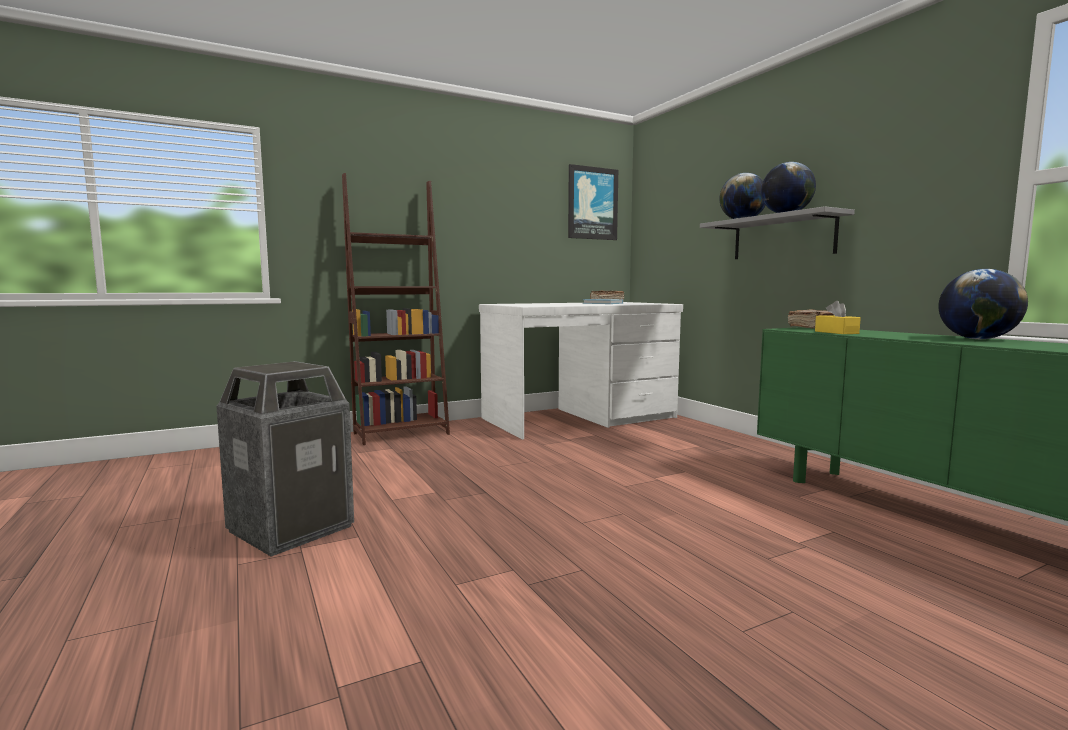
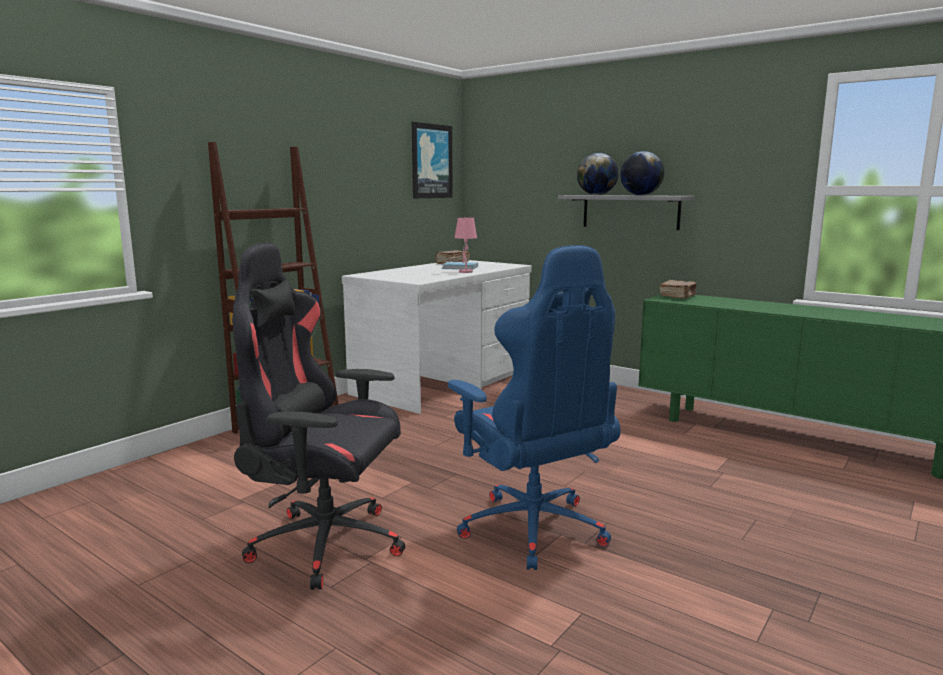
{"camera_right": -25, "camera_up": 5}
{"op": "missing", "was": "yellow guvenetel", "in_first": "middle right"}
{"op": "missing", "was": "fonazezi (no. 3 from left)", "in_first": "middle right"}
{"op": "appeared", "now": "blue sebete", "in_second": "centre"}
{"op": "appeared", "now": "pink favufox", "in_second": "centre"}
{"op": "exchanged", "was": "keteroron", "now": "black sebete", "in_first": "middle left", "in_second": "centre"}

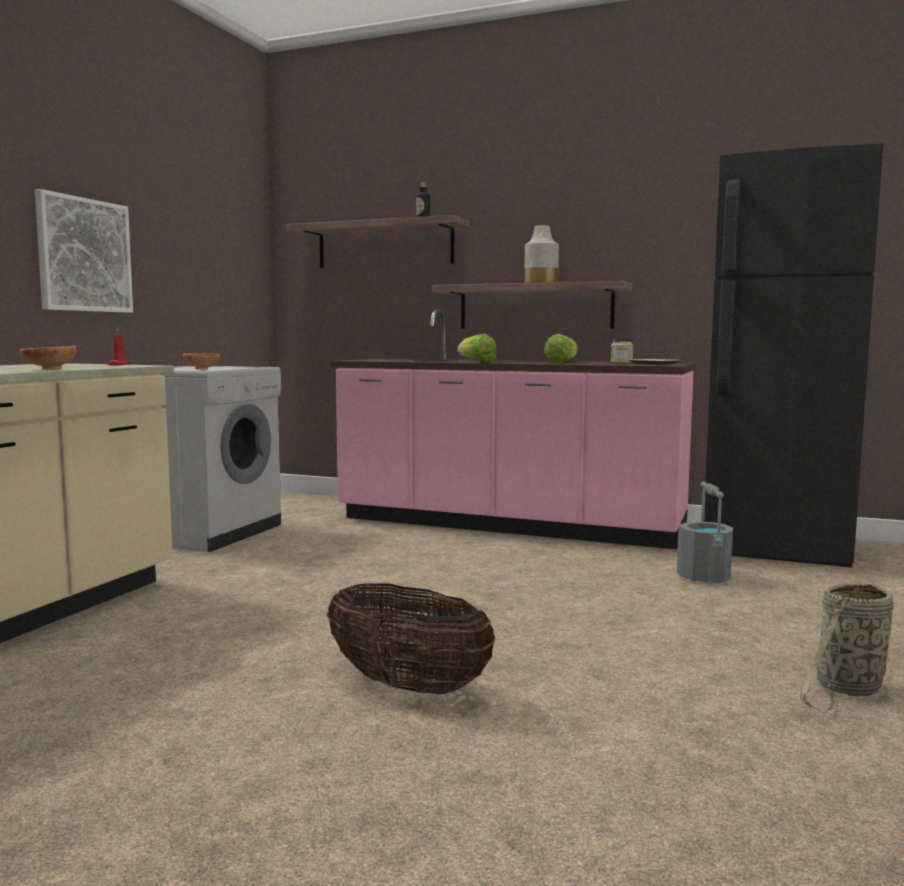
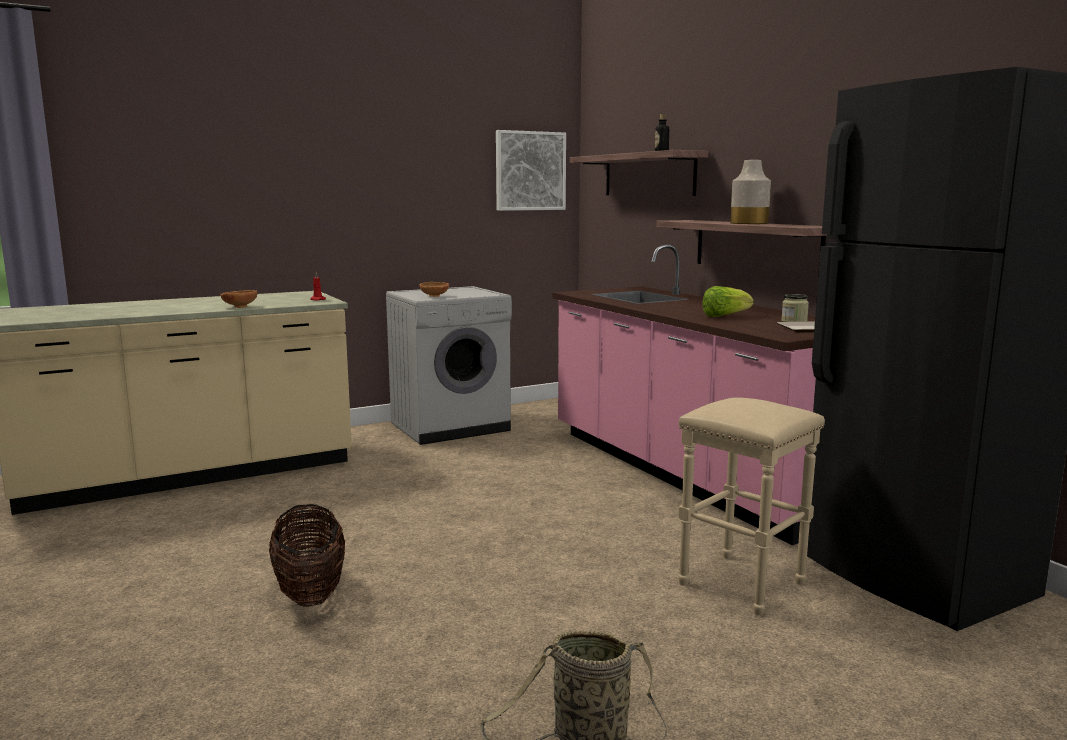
{"camera_right": 40, "camera_up": 5}
{"op": "missing", "was": "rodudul (no. 1 from left)", "in_first": "centre"}
{"op": "relocated", "was": "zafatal", "in_first": "top left", "in_second": "top centre"}
{"op": "exchanged", "was": "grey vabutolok", "now": "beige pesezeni", "in_first": "middle right", "in_second": "bottom right"}

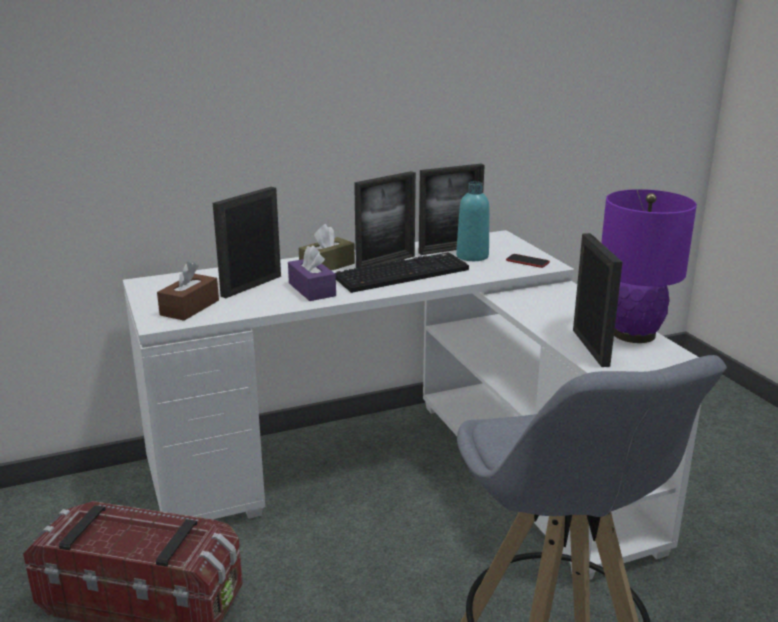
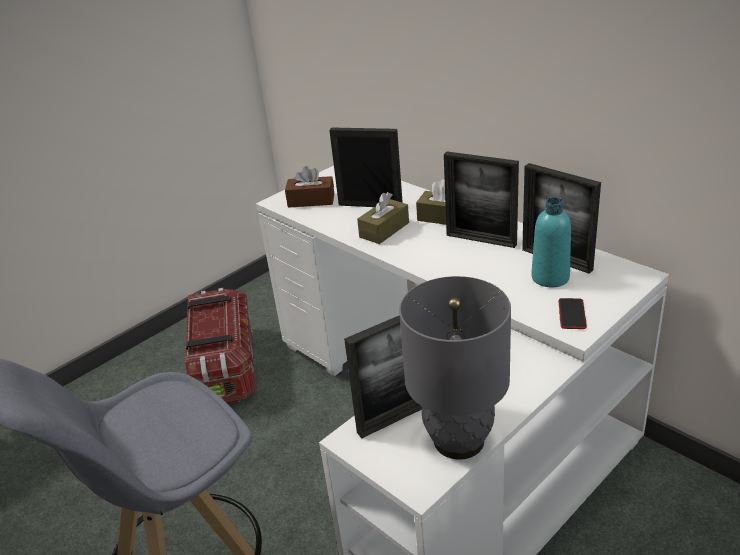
{"camera_right": 70, "camera_up": 10}
{"op": "missing", "was": "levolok", "in_first": "centre"}
{"op": "colour", "was": "purple guvenetel", "now": "brown guvenetel (no. 2 from left)", "in_first": "centre", "in_second": "centre"}
{"op": "colour", "was": "purple favufox", "now": "grey favufox", "in_first": "middle right", "in_second": "centre"}

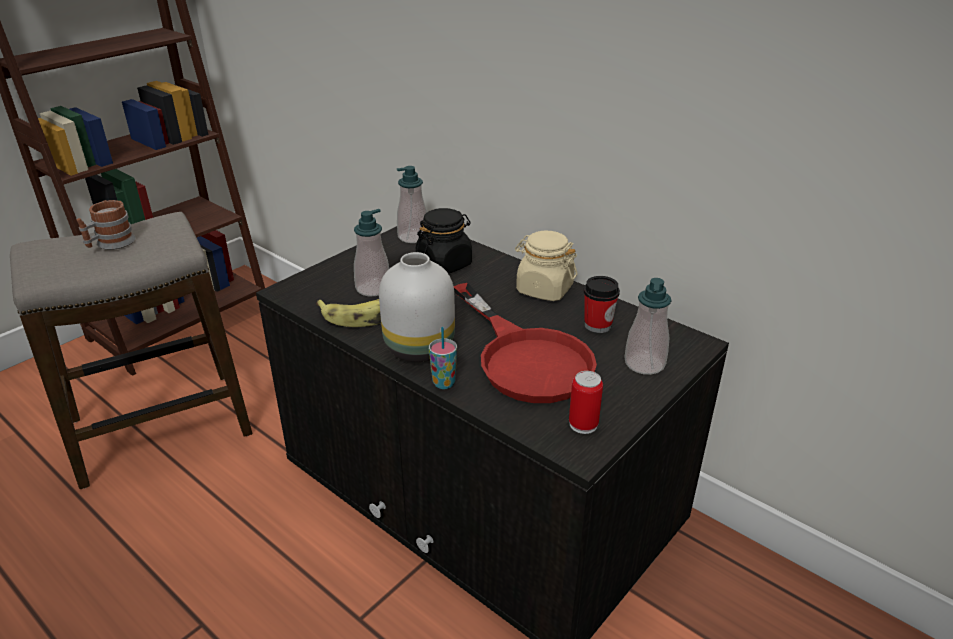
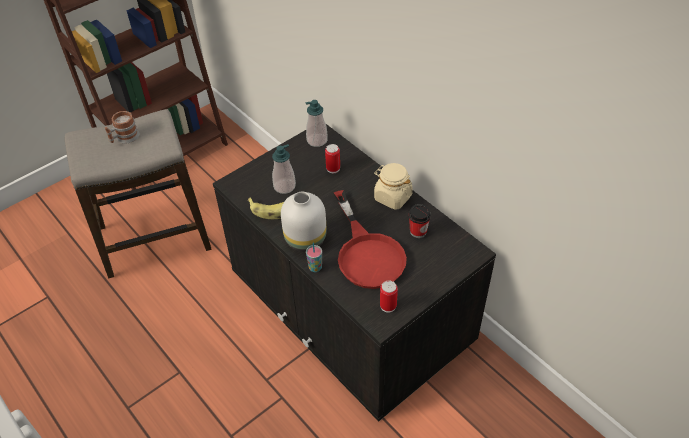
{"camera_right": 10, "camera_up": 15}
{"op": "missing", "was": "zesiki (no. 3 from left)", "in_first": "middle right"}
{"op": "exchanged", "was": "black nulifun", "now": "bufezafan (no. 1 from left)", "in_first": "centre", "in_second": "centre"}

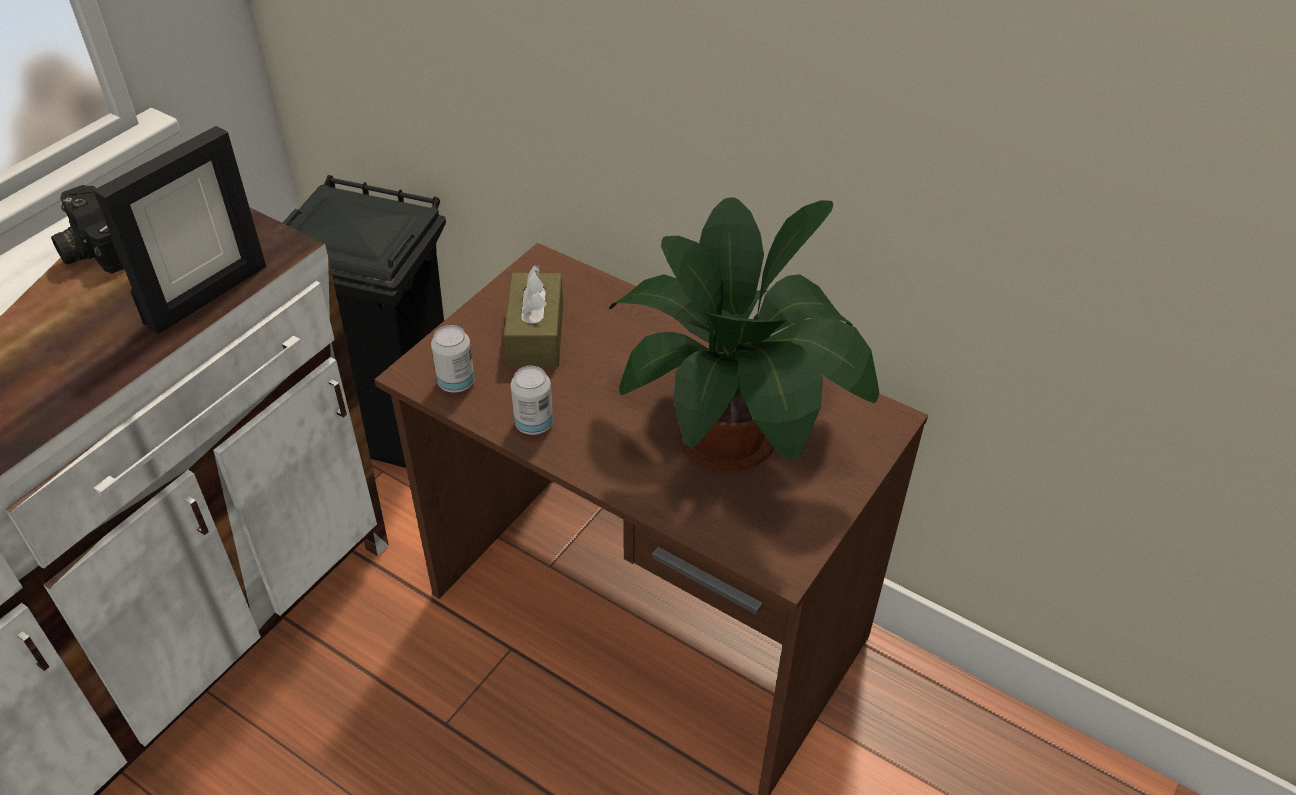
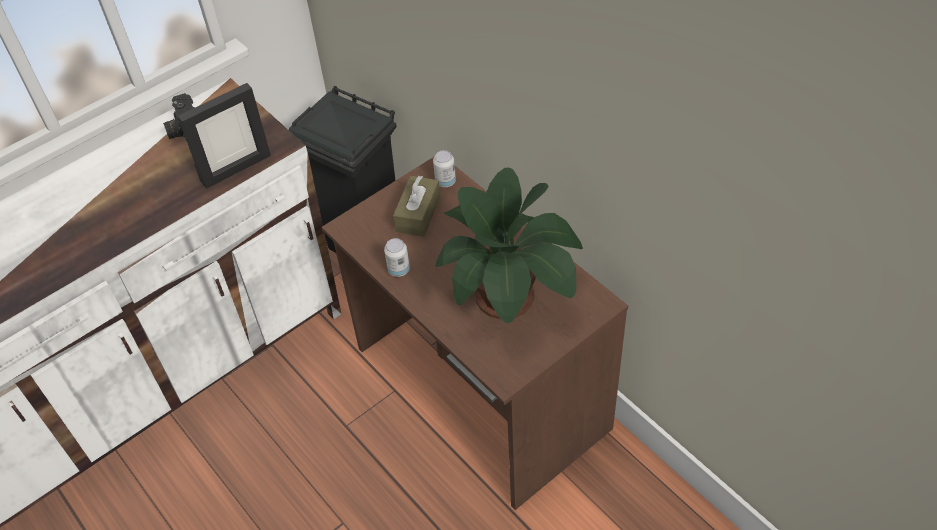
{"camera_right": 20, "camera_up": 5}
{"op": "relocated", "was": "bufezafan (no. 1 from left in the first image)", "now": "bufezafan (no. 2 from left)", "in_first": "centre", "in_second": "top centre"}

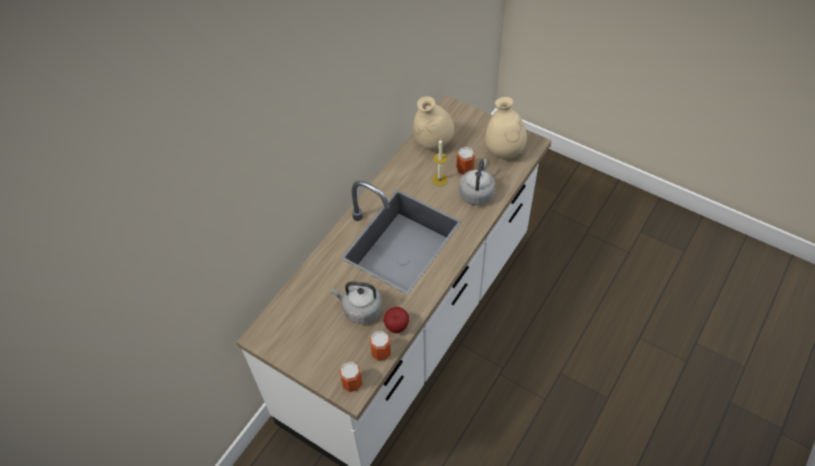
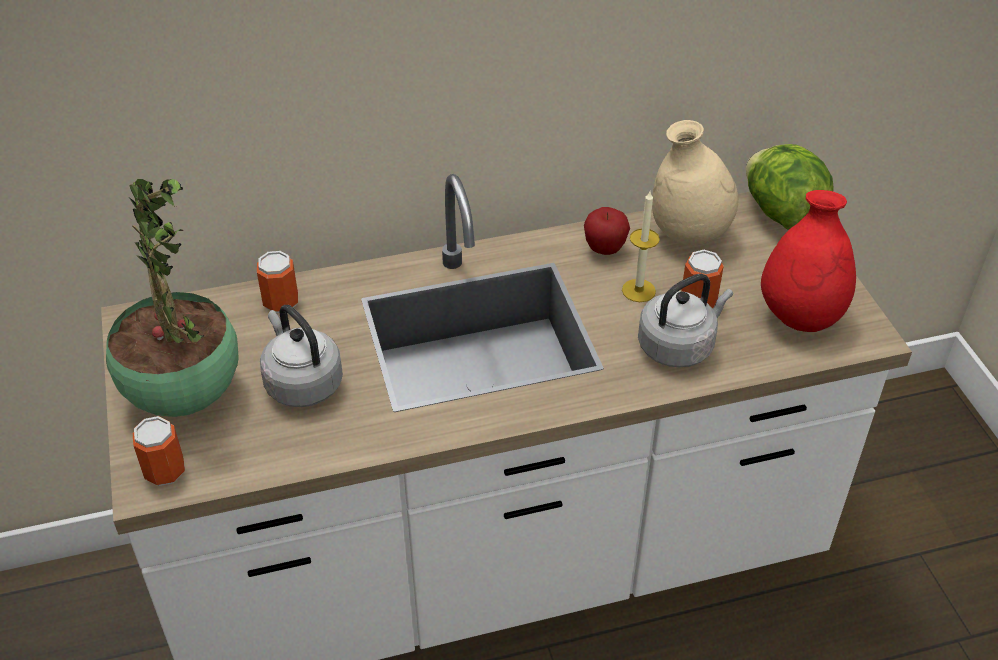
{"camera_right": 40, "camera_up": -10}
{"op": "appeared", "now": "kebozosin", "in_second": "middle left"}
{"op": "appeared", "now": "rodudul", "in_second": "top right"}
{"op": "relocated", "was": "bufezafan (no. 2 from left)", "in_first": "bottom centre", "in_second": "middle left"}
{"op": "relocated", "was": "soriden", "in_first": "bottom centre", "in_second": "centre"}
{"op": "colour", "was": "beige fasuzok (no. 2 from left)", "now": "red fasuzok", "in_first": "top centre", "in_second": "middle right"}

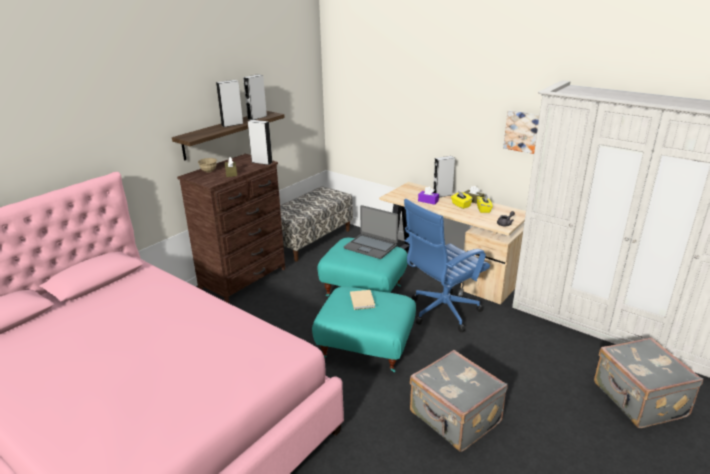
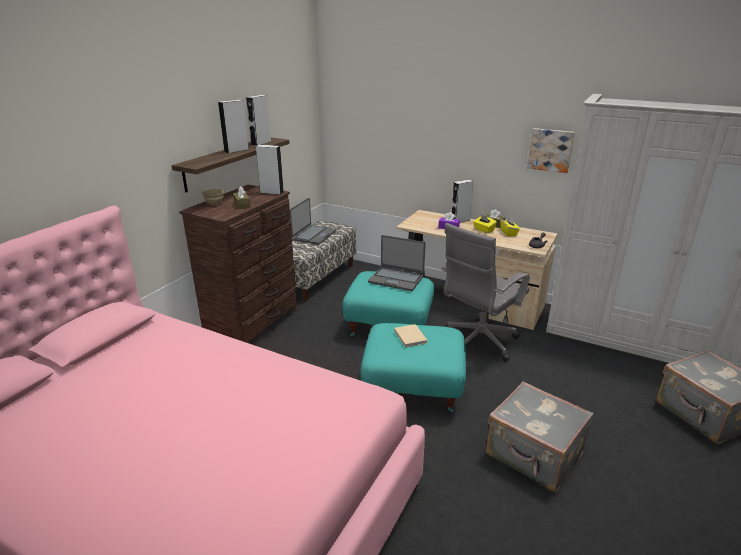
{"camera_right": -10, "camera_up": 0}
{"op": "appeared", "now": "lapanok (no. 1 from left)", "in_second": "centre"}
{"op": "colour", "was": "blue sebete", "now": "grey sebete", "in_first": "centre", "in_second": "centre"}

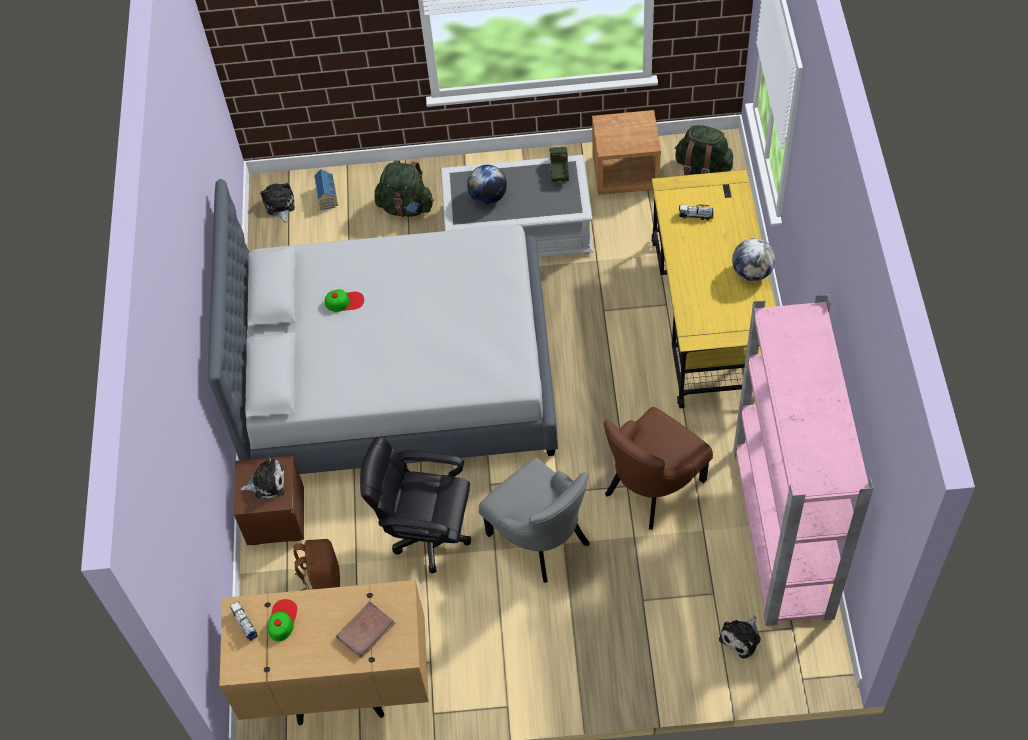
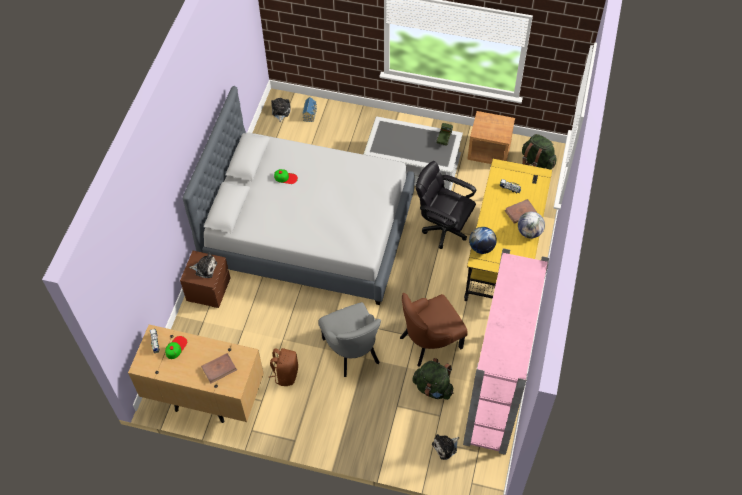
{"camera_right": 15, "camera_up": 0}
{"op": "appeared", "now": "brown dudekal (no. 2 from left)", "in_second": "middle right"}
{"op": "relocated", "was": "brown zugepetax", "in_first": "bottom left", "in_second": "bottom centre"}
{"op": "relocated", "was": "black sebete", "in_first": "bottom centre", "in_second": "centre"}
{"op": "relocated", "was": "green zugepetax (no. 1 from left)", "in_first": "top centre", "in_second": "bottom centre"}
{"op": "relocated", "was": "fonazezi (no. 1 from left)", "in_first": "top centre", "in_second": "centre"}

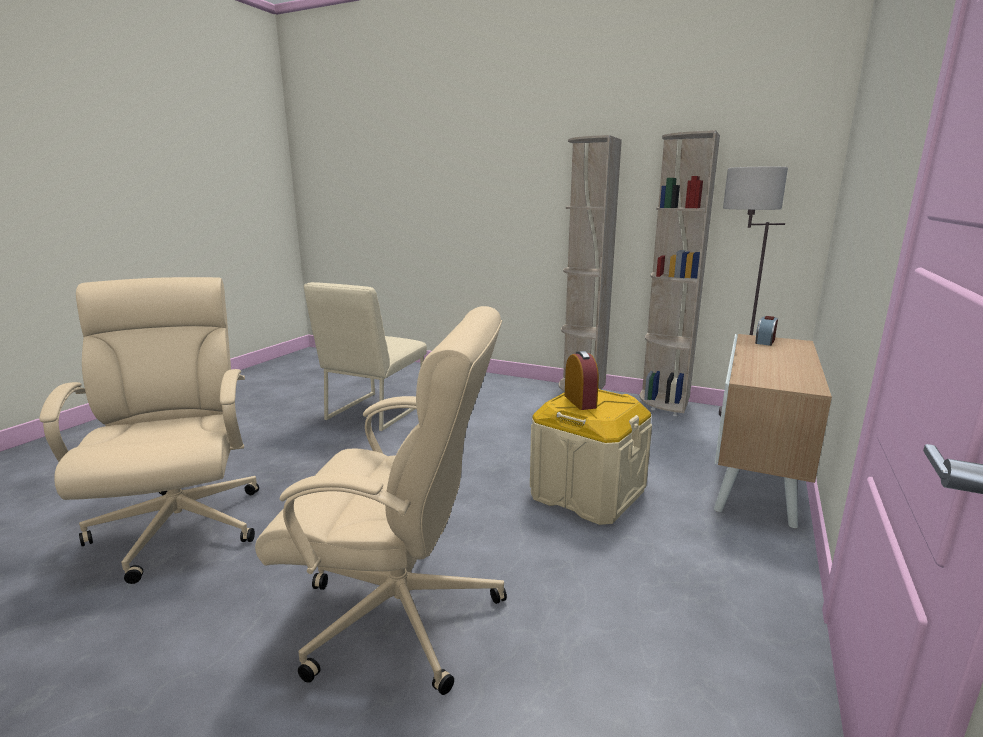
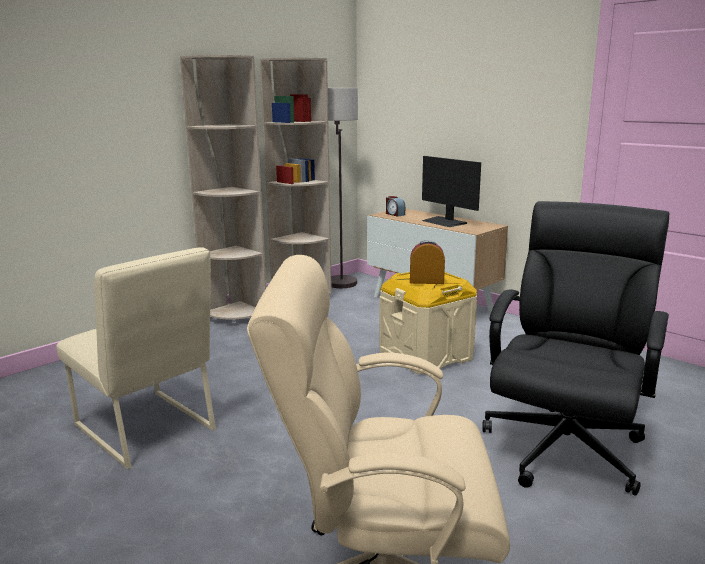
{"camera_right": -70, "camera_up": 0}
{"op": "appeared", "now": "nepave", "in_second": "centre"}
{"op": "colour", "was": "beige sebete (no. 2 from left)", "now": "black sebete", "in_first": "bottom centre", "in_second": "middle right"}

